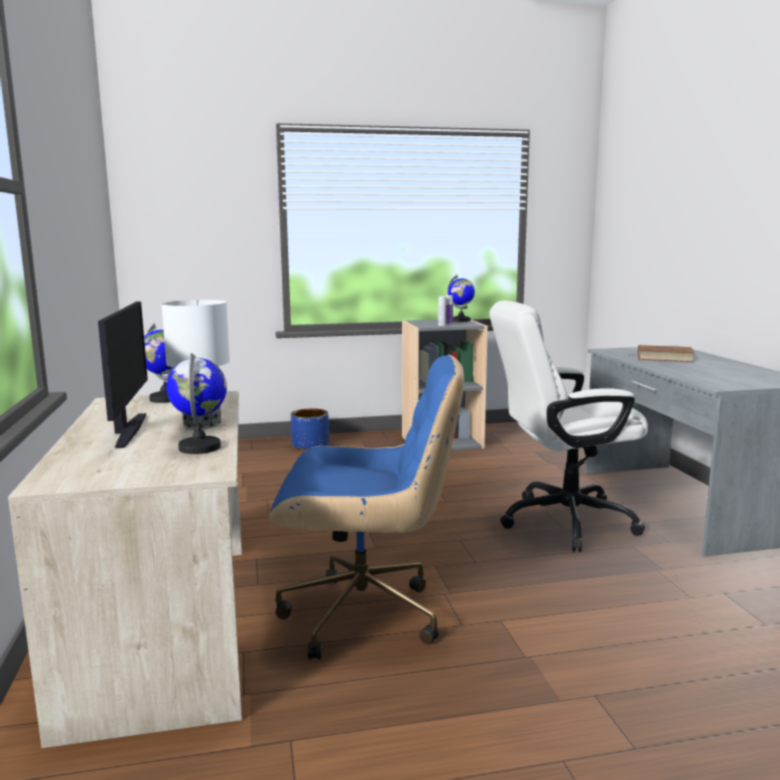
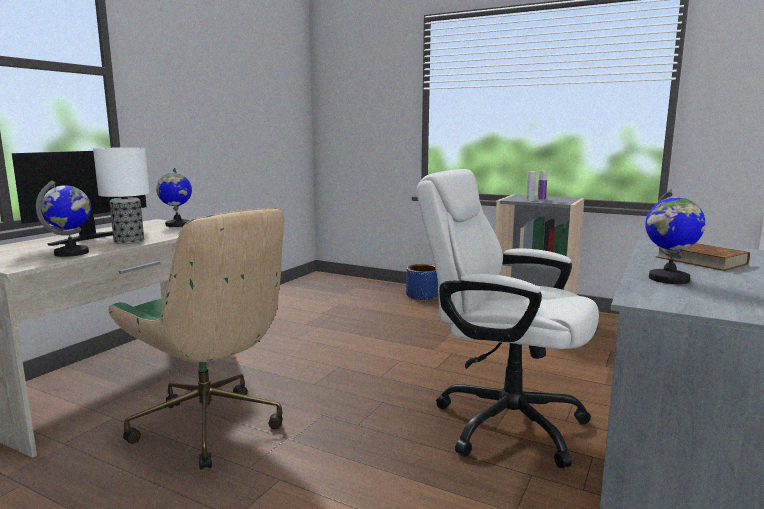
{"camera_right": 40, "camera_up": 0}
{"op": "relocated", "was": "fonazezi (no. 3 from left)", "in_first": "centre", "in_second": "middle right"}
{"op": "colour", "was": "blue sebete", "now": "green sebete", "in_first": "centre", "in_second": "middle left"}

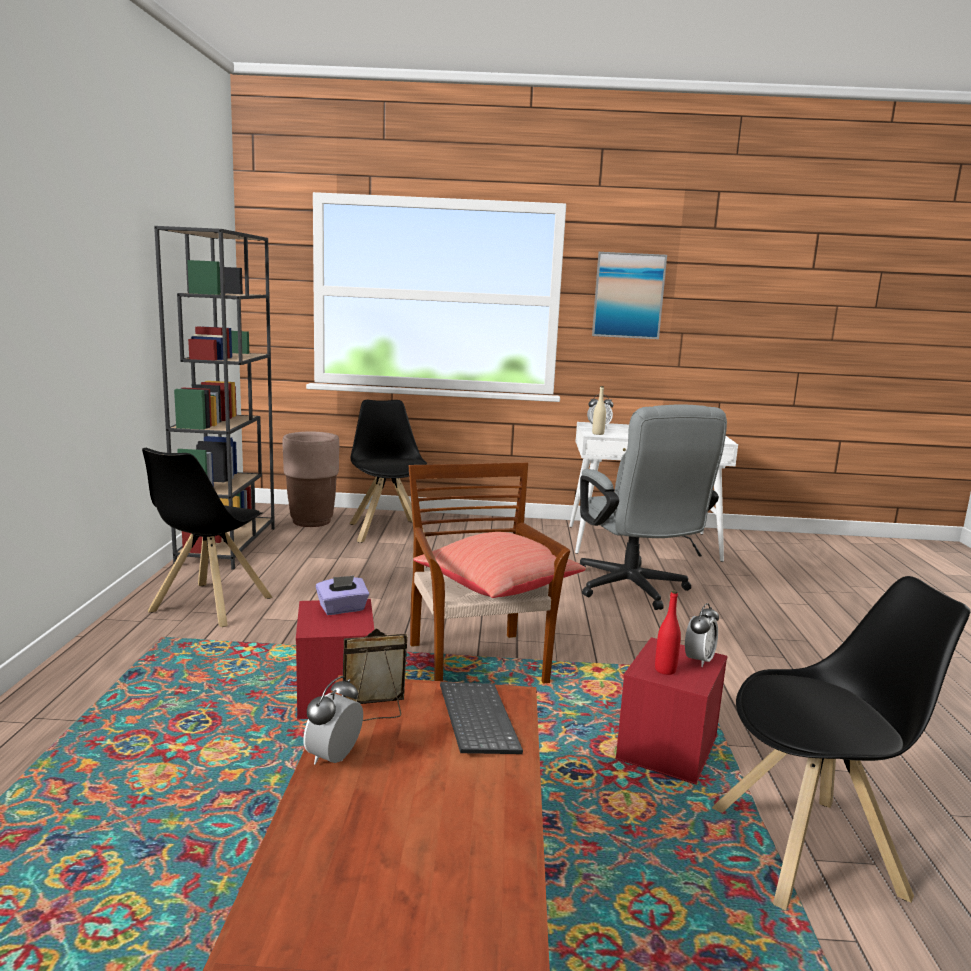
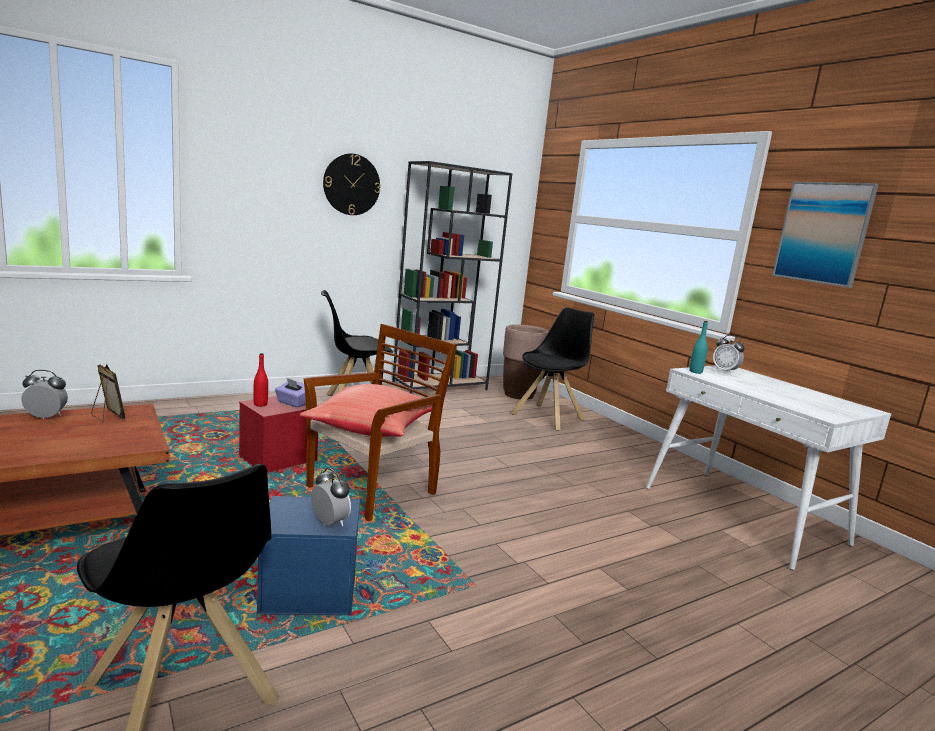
{"camera_right": 55, "camera_up": 0}
{"op": "missing", "was": "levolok", "in_first": "bottom centre"}
{"op": "missing", "was": "grey sebete", "in_first": "middle right"}
{"op": "appeared", "now": "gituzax", "in_second": "top centre"}
{"op": "relocated", "was": "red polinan", "in_first": "middle right", "in_second": "middle left"}
{"op": "colour", "was": "beige polinan", "now": "turquoise polinan", "in_first": "centre", "in_second": "middle right"}
{"op": "colour", "was": "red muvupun (no. 2 from left)", "now": "blue muvupun", "in_first": "bottom right", "in_second": "bottom left"}
{"op": "spun", "was": "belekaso (no. 3 from left in the first image)", "in_first": "middle right", "in_second": "bottom centre", "clockwise": -135}

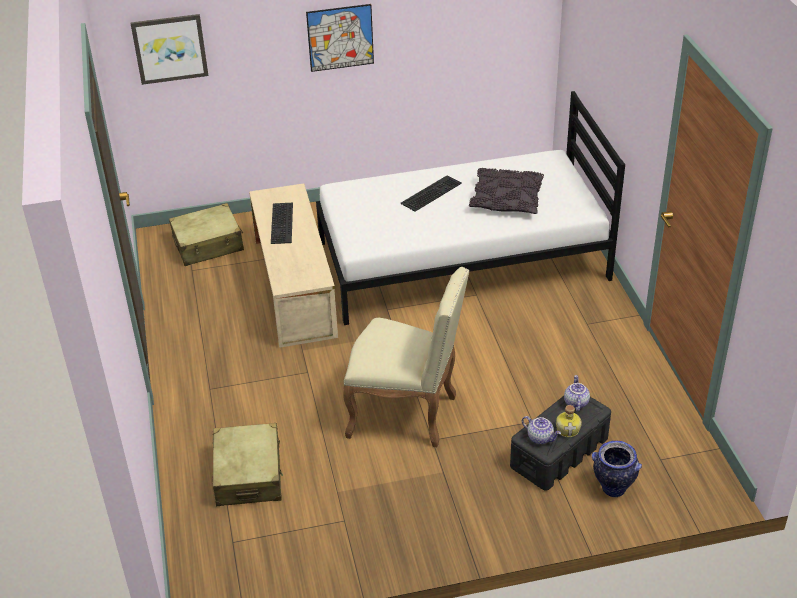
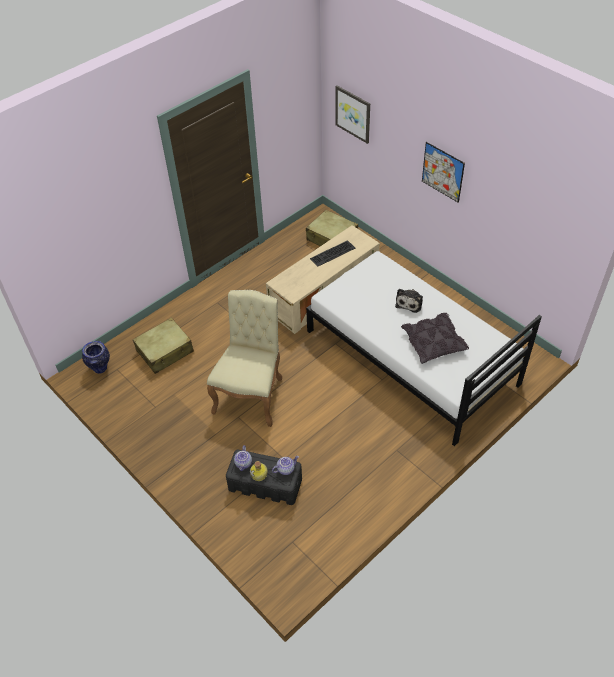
{"camera_right": 60, "camera_up": 10}
{"op": "relocated", "was": "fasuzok", "in_first": "bottom right", "in_second": "middle left"}
{"op": "exchanged", "was": "levolok (no. 2 from left)", "now": "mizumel", "in_first": "top centre", "in_second": "centre"}
{"op": "spun", "was": "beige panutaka", "in_first": "centre", "in_second": "centre", "clockwise": -150}

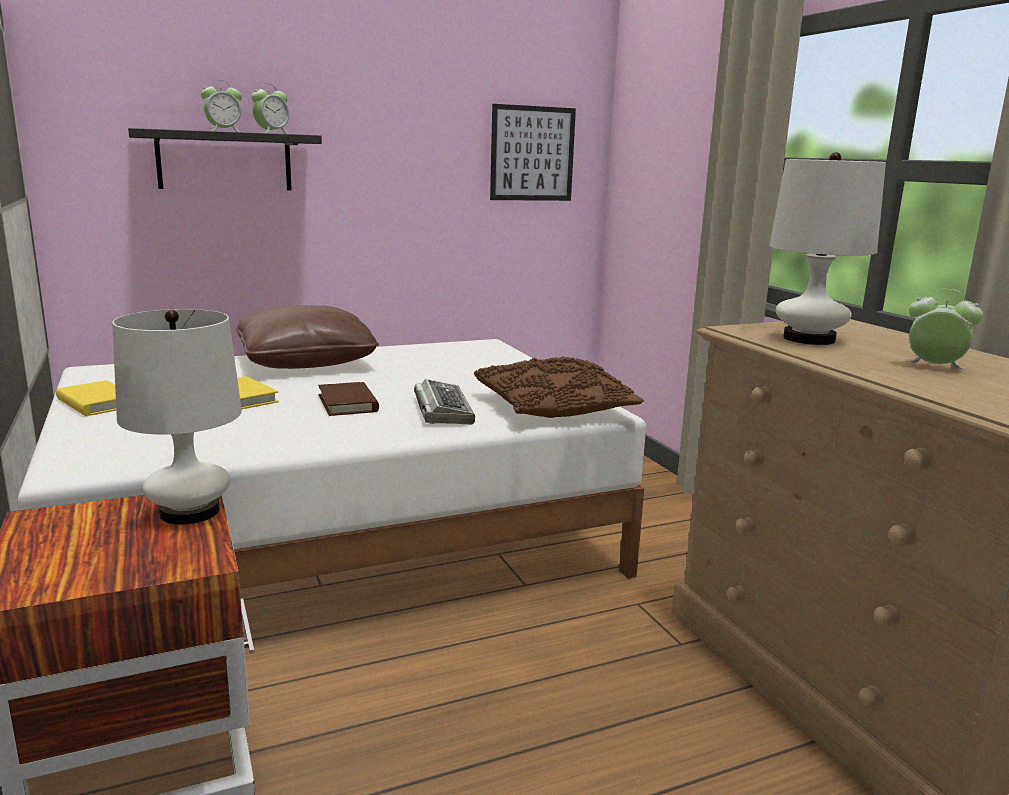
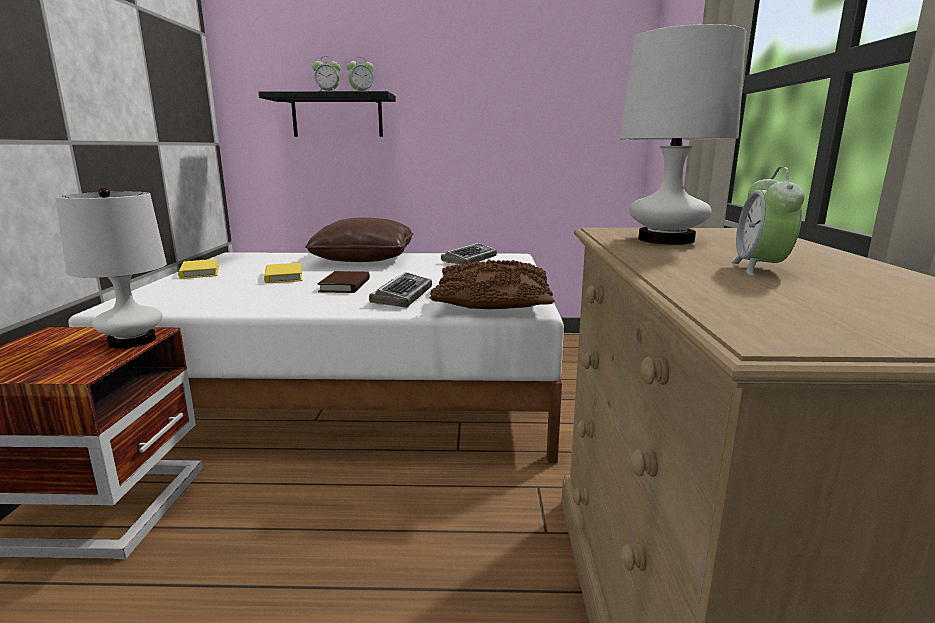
{"camera_right": 25, "camera_up": 0}
{"op": "missing", "was": "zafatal", "in_first": "top centre"}
{"op": "appeared", "now": "levolok (no. 2 from left)", "in_second": "centre"}
{"op": "spun", "was": "belekaso (no. 3 from left)", "in_first": "middle right", "in_second": "middle right", "clockwise": -135}

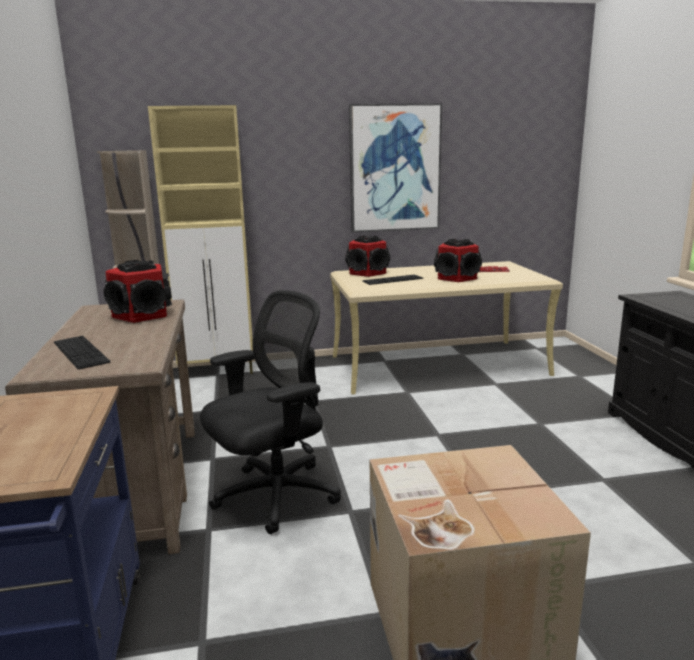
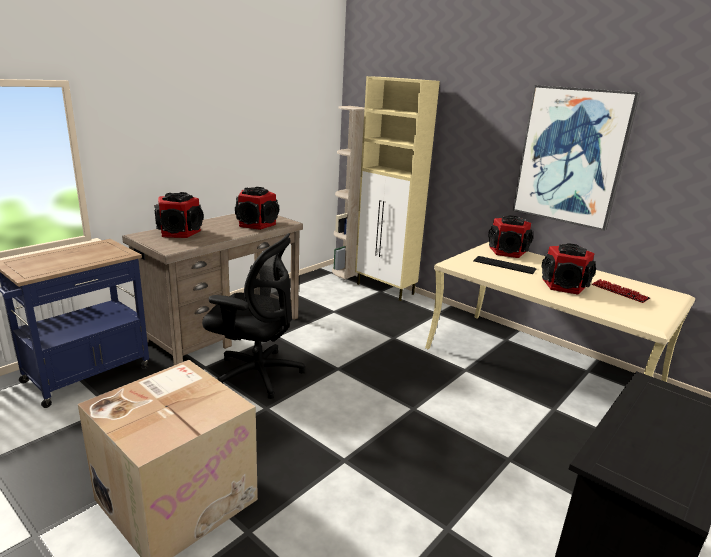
{"camera_right": 50, "camera_up": 5}
{"op": "exchanged", "was": "levolok (no. 1 from left)", "now": "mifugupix (no. 1 from left)", "in_first": "middle left", "in_second": "middle left"}

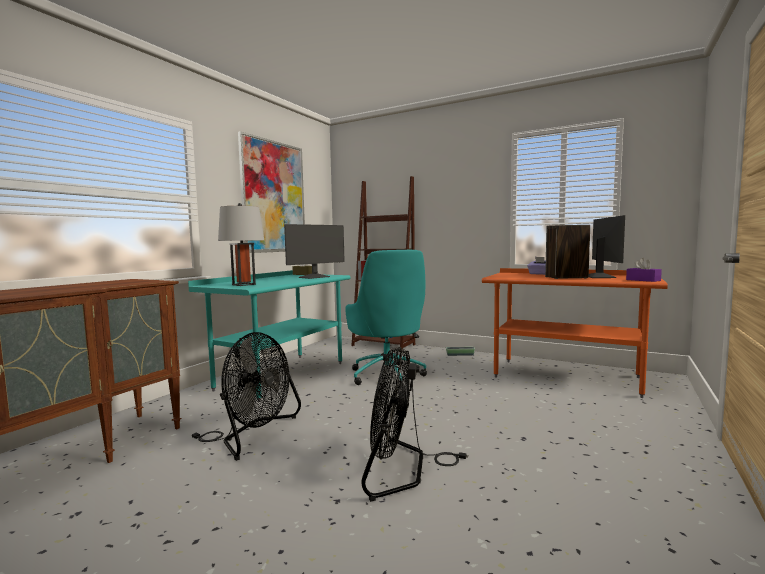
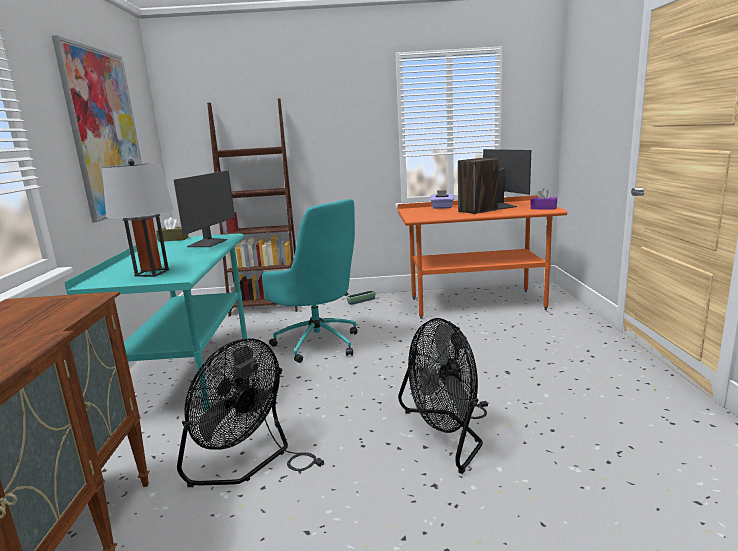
{"camera_right": -30, "camera_up": 10}
{"op": "spun", "was": "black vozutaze (no. 1 from left)", "in_first": "bottom left", "in_second": "bottom centre", "clockwise": -135}

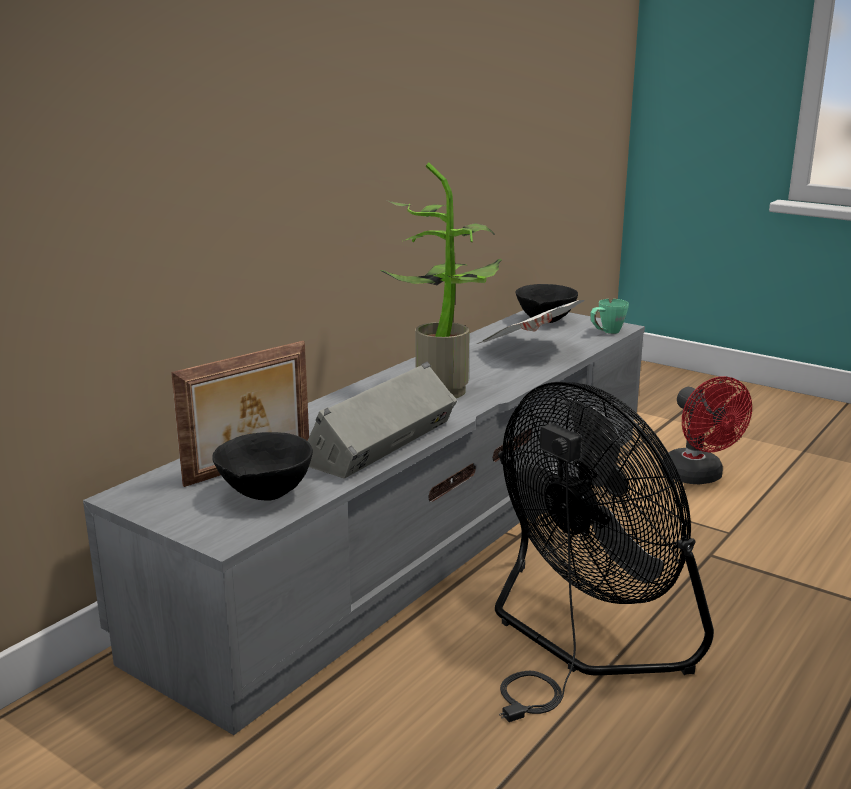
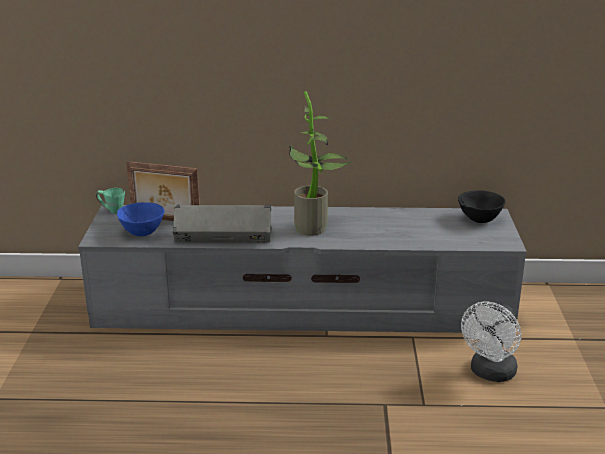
{"camera_right": 55, "camera_up": 5}
{"op": "missing", "was": "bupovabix", "in_first": "centre"}
{"op": "missing", "was": "black vozutaze", "in_first": "bottom right"}
{"op": "relocated", "was": "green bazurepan", "in_first": "middle right", "in_second": "middle left"}
{"op": "colour", "was": "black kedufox (no. 1 from left)", "now": "blue kedufox", "in_first": "middle left", "in_second": "middle left"}
{"op": "colour", "was": "red vozutaze", "now": "white vozutaze", "in_first": "middle right", "in_second": "bottom right"}

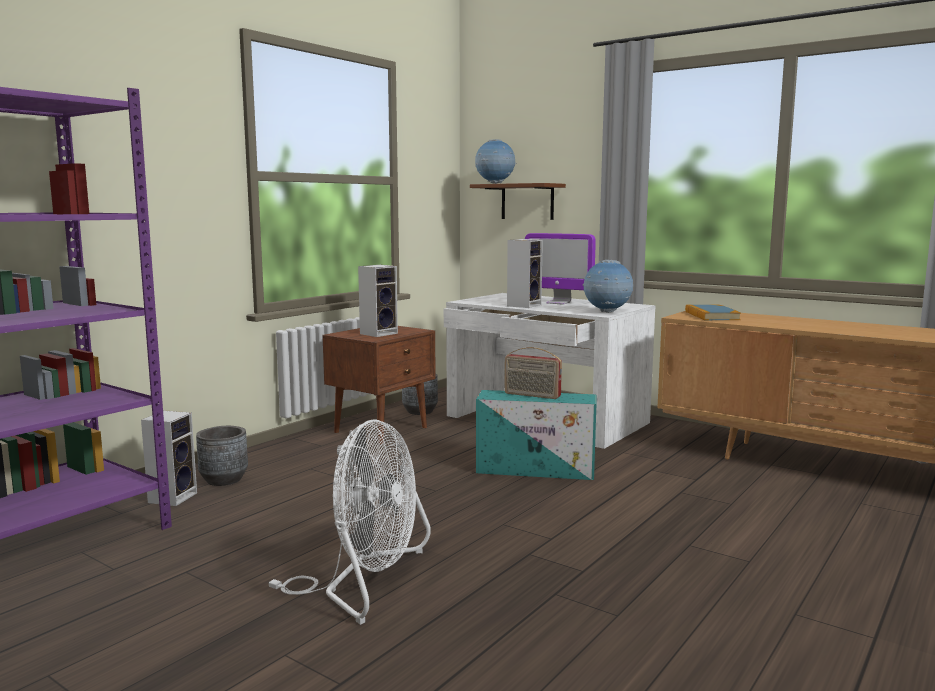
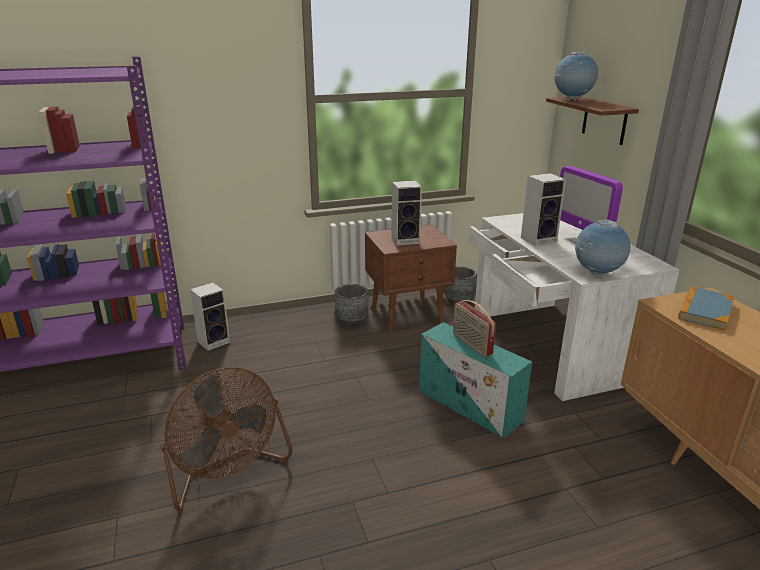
{"camera_right": 35, "camera_up": 15}
{"op": "relocated", "was": "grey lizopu (no. 1 from left)", "in_first": "middle left", "in_second": "centre"}
{"op": "colour", "was": "white vozutaze", "now": "brown vozutaze", "in_first": "bottom centre", "in_second": "bottom left"}

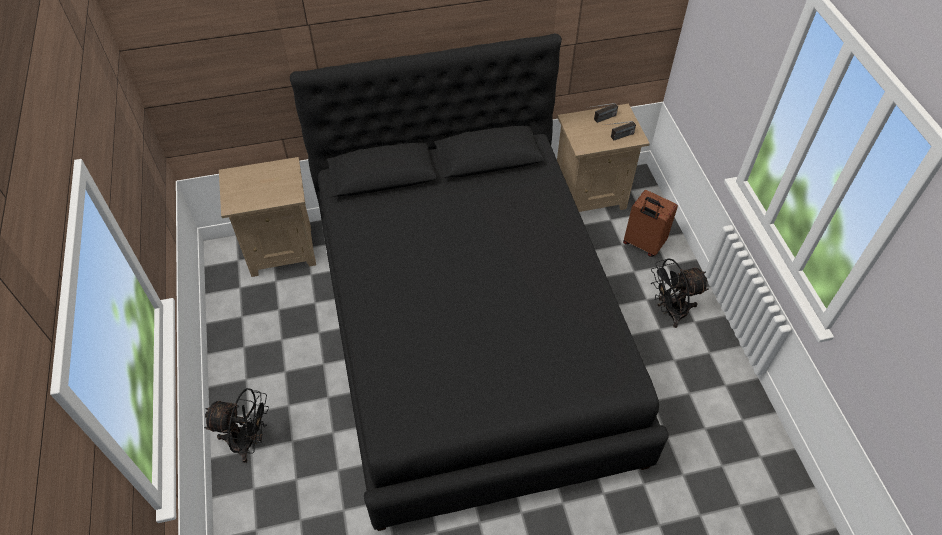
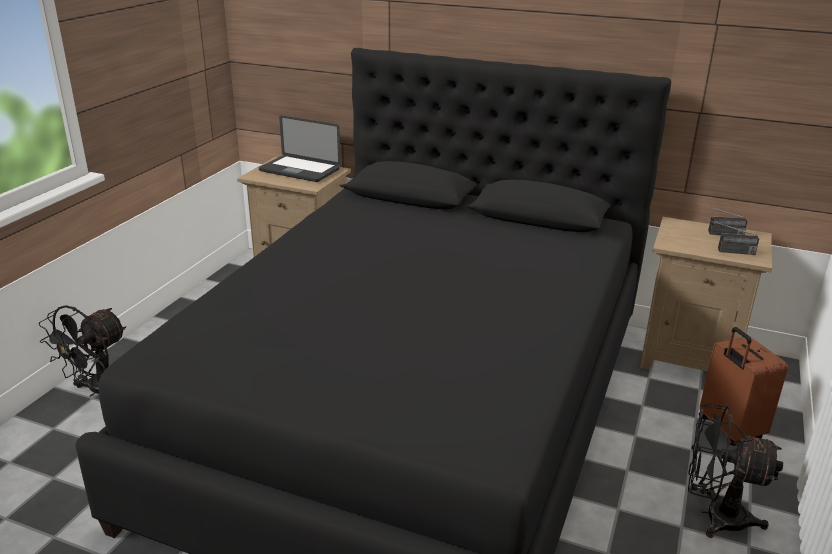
{"camera_right": 35, "camera_up": -25}
{"op": "appeared", "now": "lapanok", "in_second": "top centre"}
{"op": "spun", "was": "black vozutaze (no. 1 from left)", "in_first": "bottom left", "in_second": "middle left", "clockwise": 75}

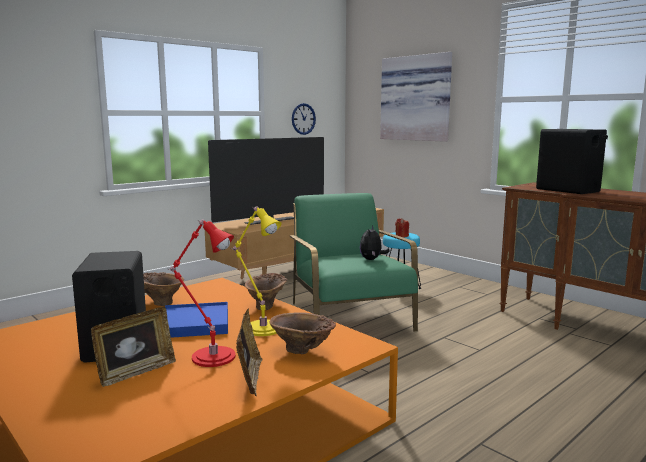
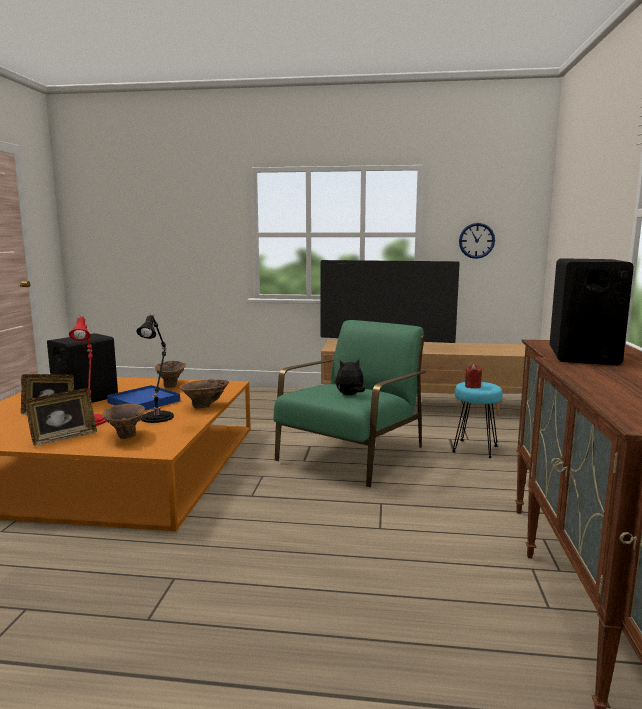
{"camera_right": 50, "camera_up": 0}
{"op": "missing", "was": "zafatal", "in_first": "top centre"}
{"op": "colour", "was": "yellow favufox", "now": "black favufox", "in_first": "centre", "in_second": "middle left"}

